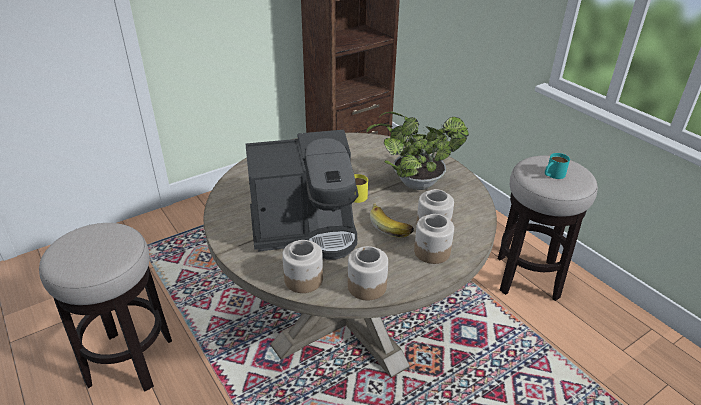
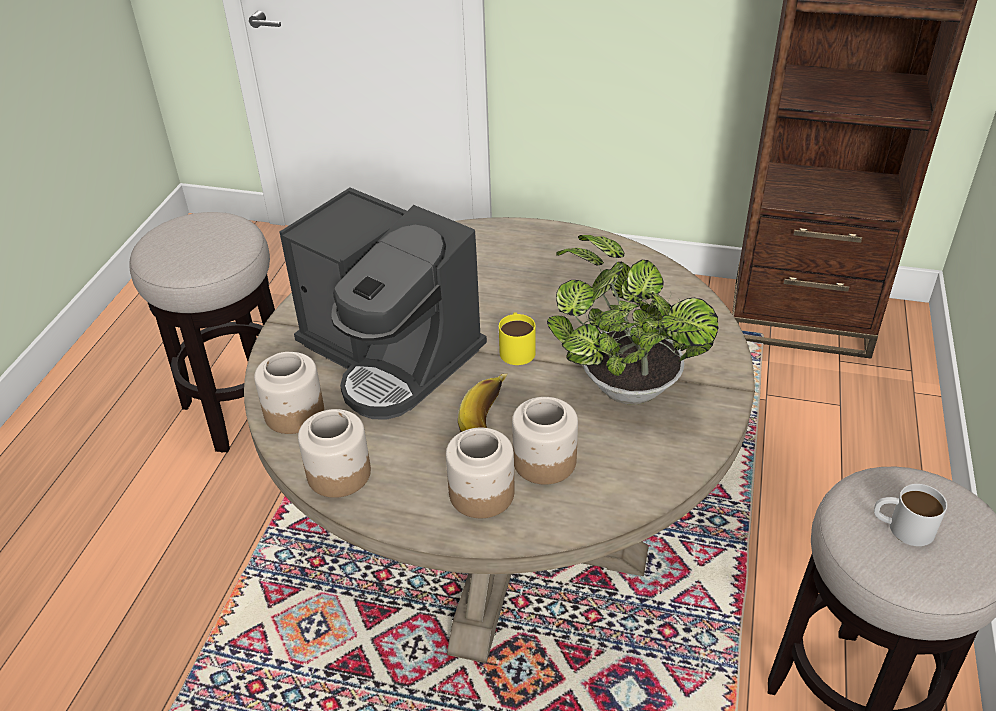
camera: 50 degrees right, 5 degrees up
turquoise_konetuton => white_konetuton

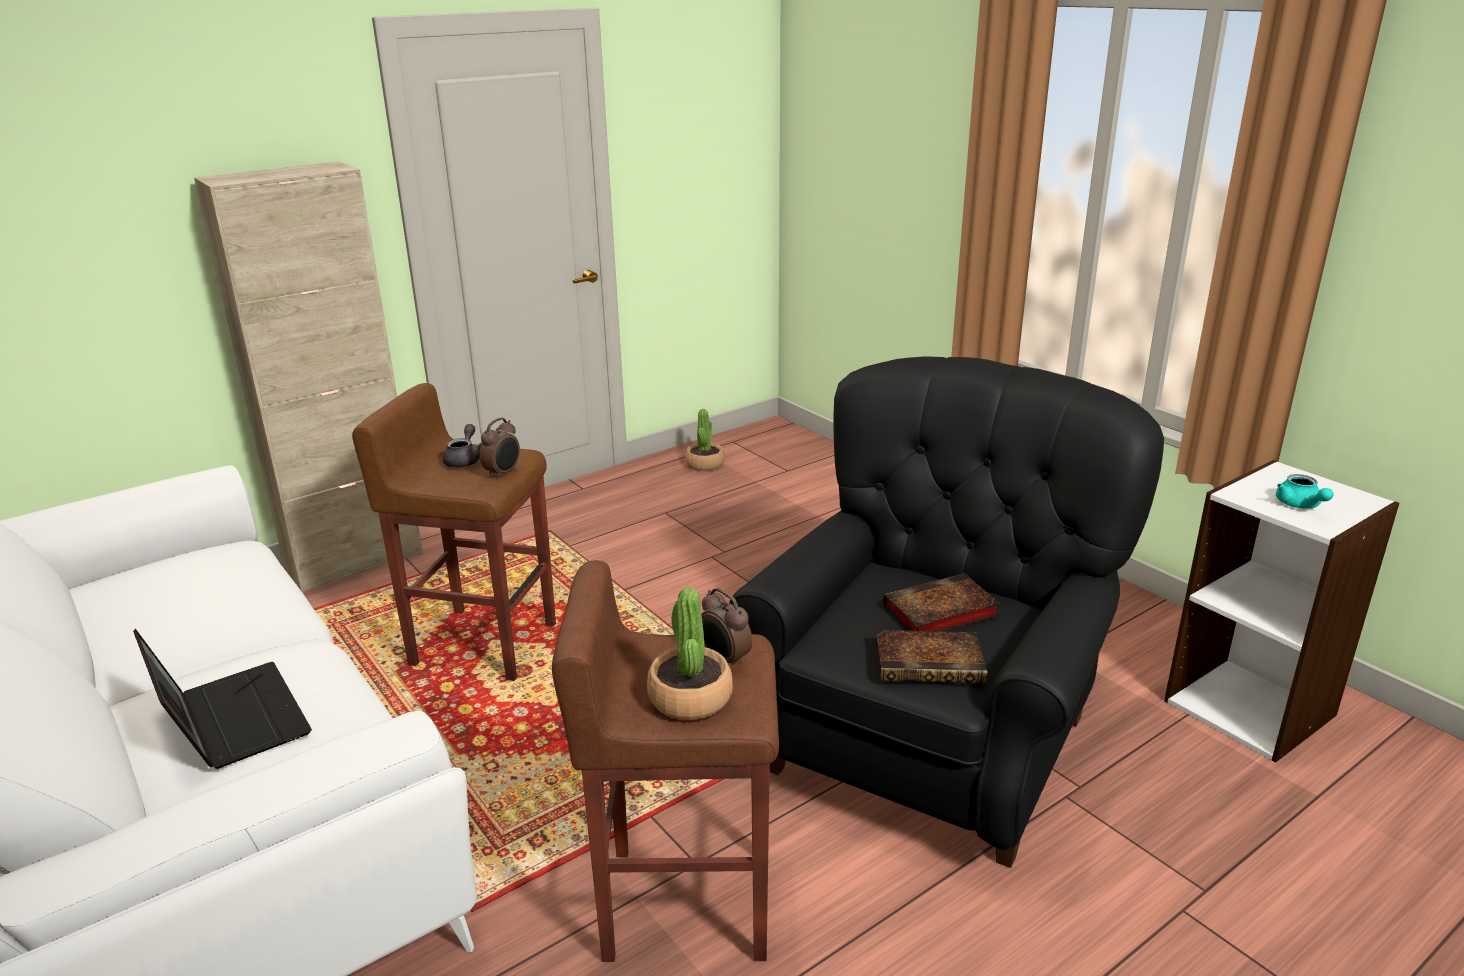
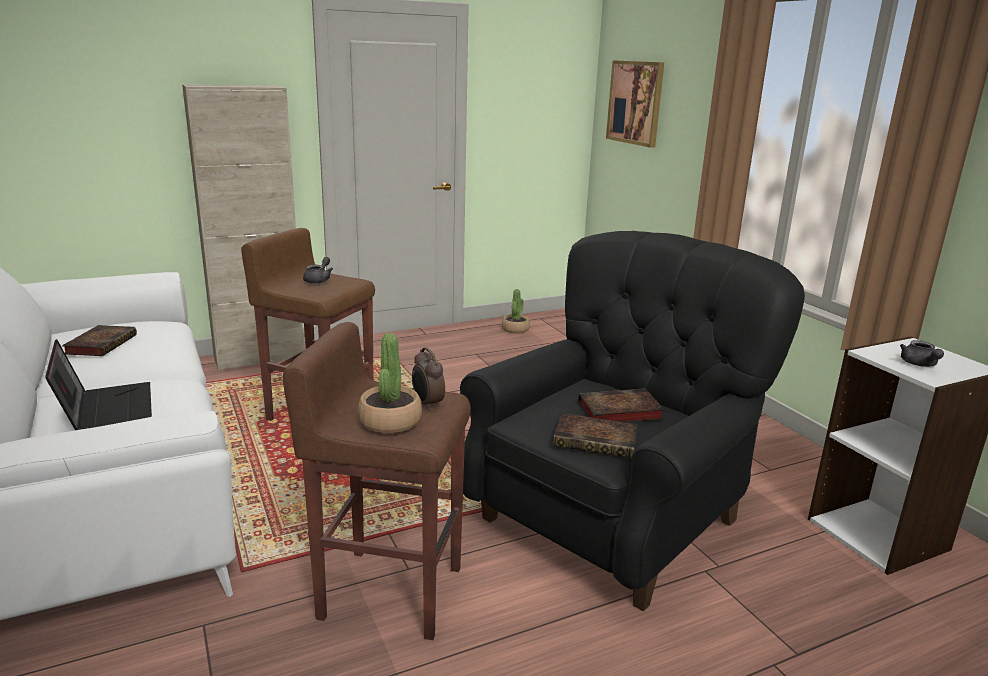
camera: 10 degrees right, 5 degrees down
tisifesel (no. 1 from left) => nothing
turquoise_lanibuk => grey_lanibuk (no. 2 from left)
nothing => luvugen (no. 1 from left)
nothing => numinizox

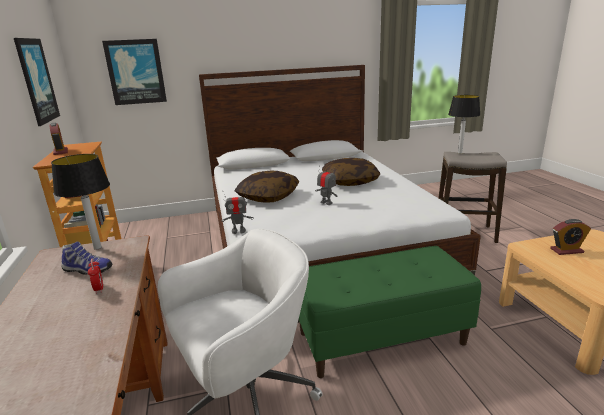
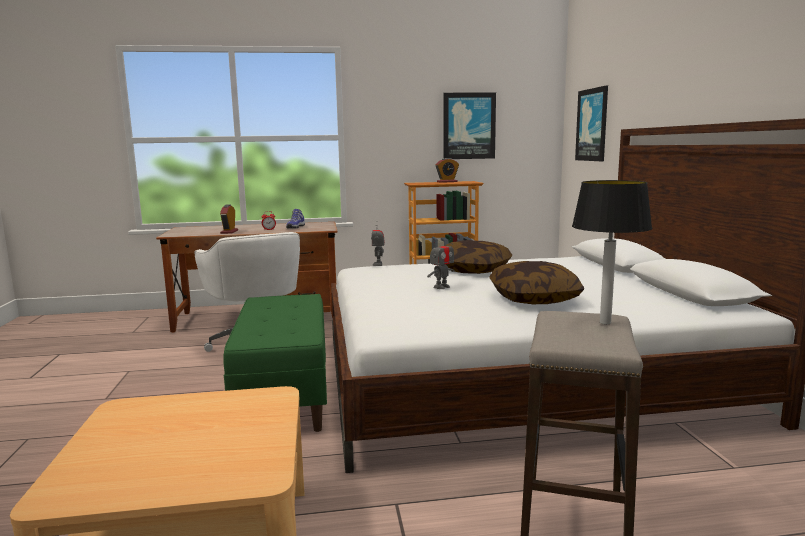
camera: 95 degrees right, 10 degrees down
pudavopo (no. 1 from left) => nothing
tisifesel (no. 3 from left in the first image) => tisifesel (no. 1 from left), relocated

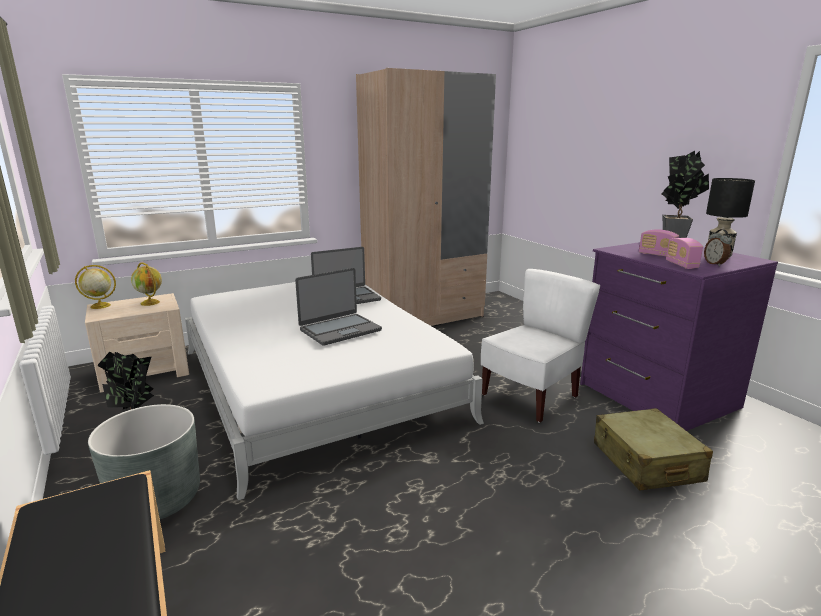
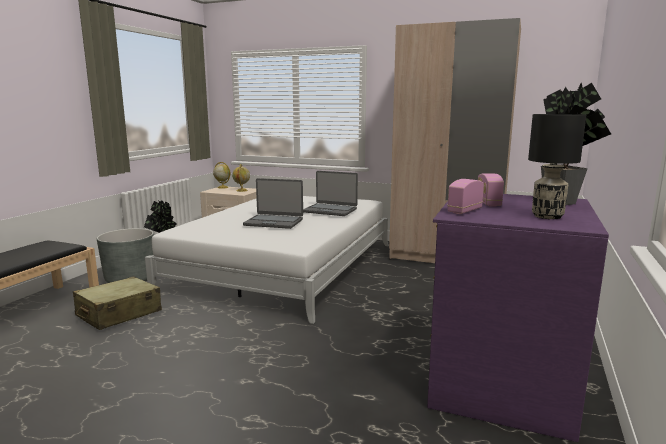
camera: 50 degrees right, 5 degrees down
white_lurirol => nothing
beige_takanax, relocated
tisifesel => nothing

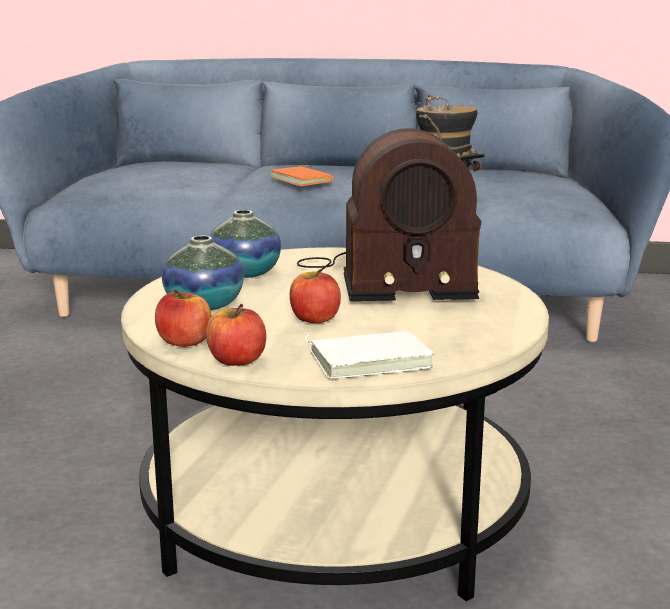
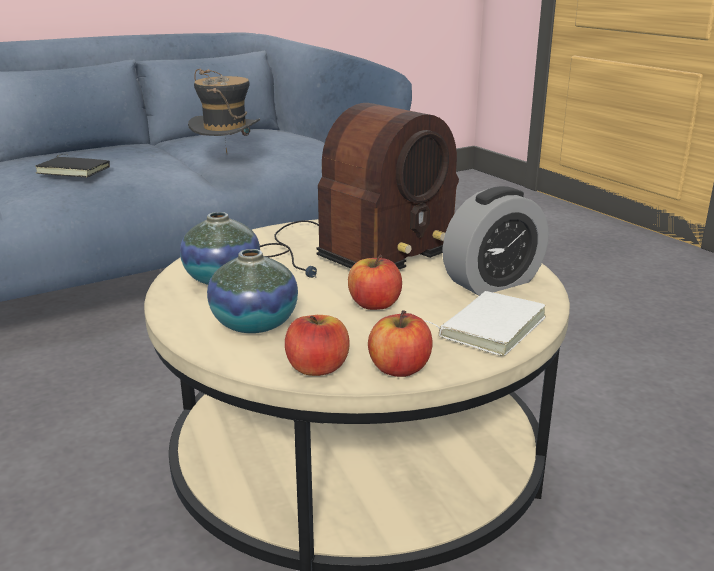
camera: 40 degrees left, 5 degrees up
orange_luvugen => black_luvugen
nothing => tisifesel

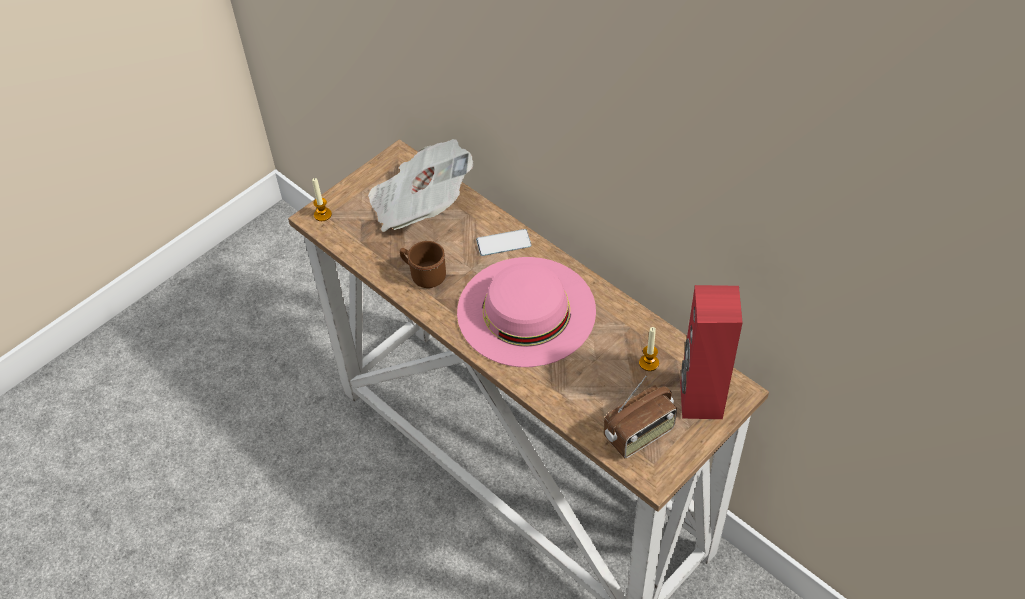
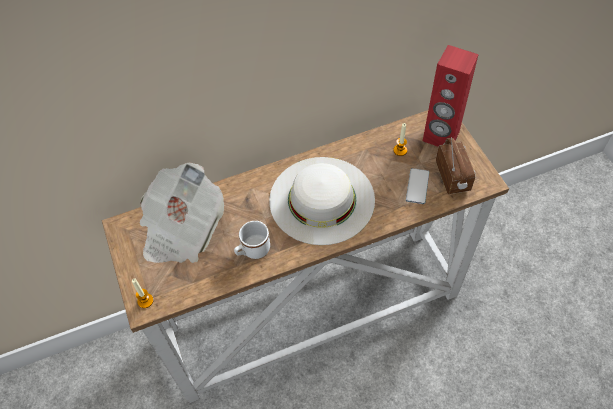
camera: 65 degrees left, 5 degrees up
brown_konetuton => white_konetuton
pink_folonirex => white_folonirex
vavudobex, relocated

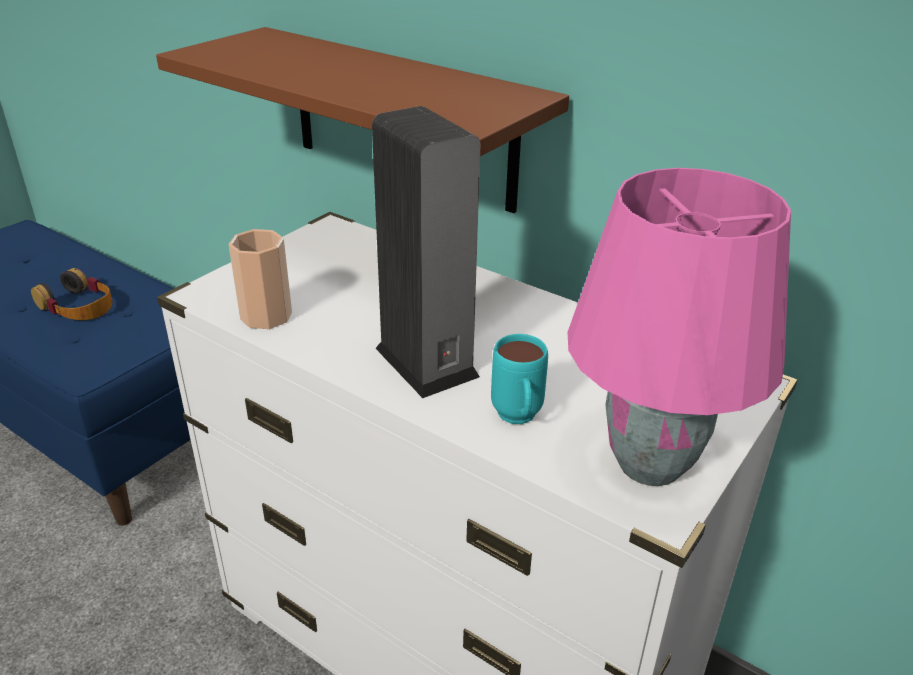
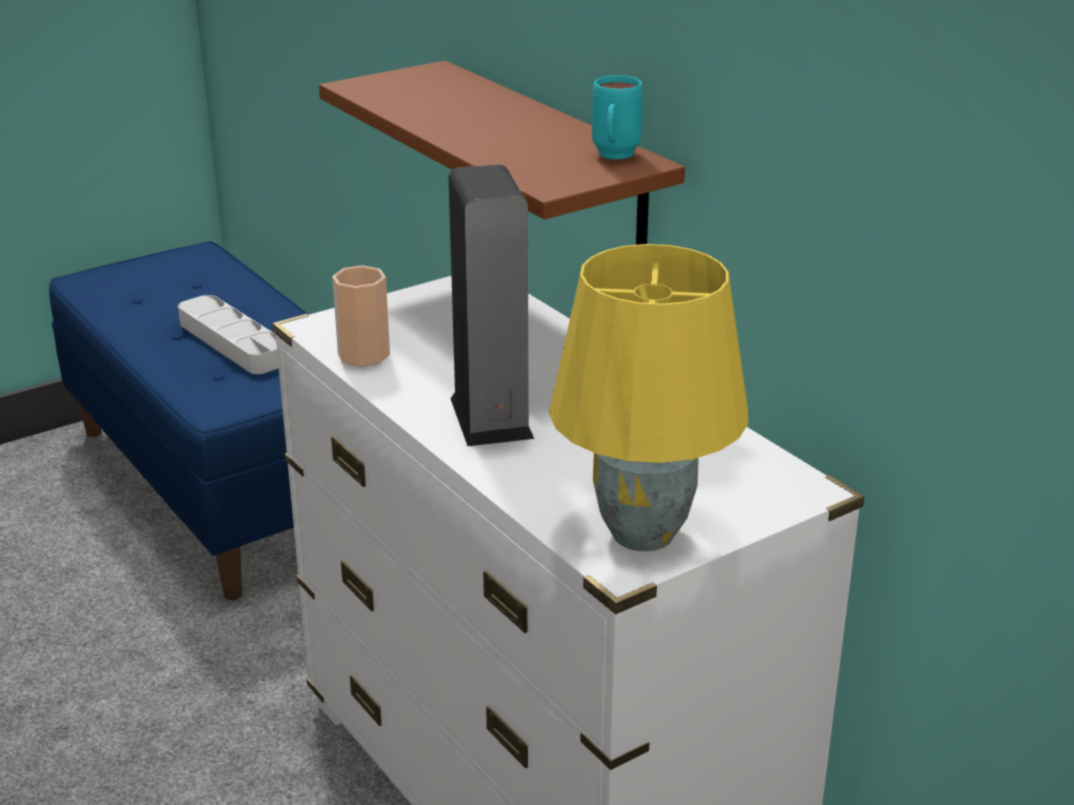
camera: 20 degrees right, 5 degrees down
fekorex => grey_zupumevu
turquoise_konetuton, relocated
pink_pudavopo => yellow_pudavopo

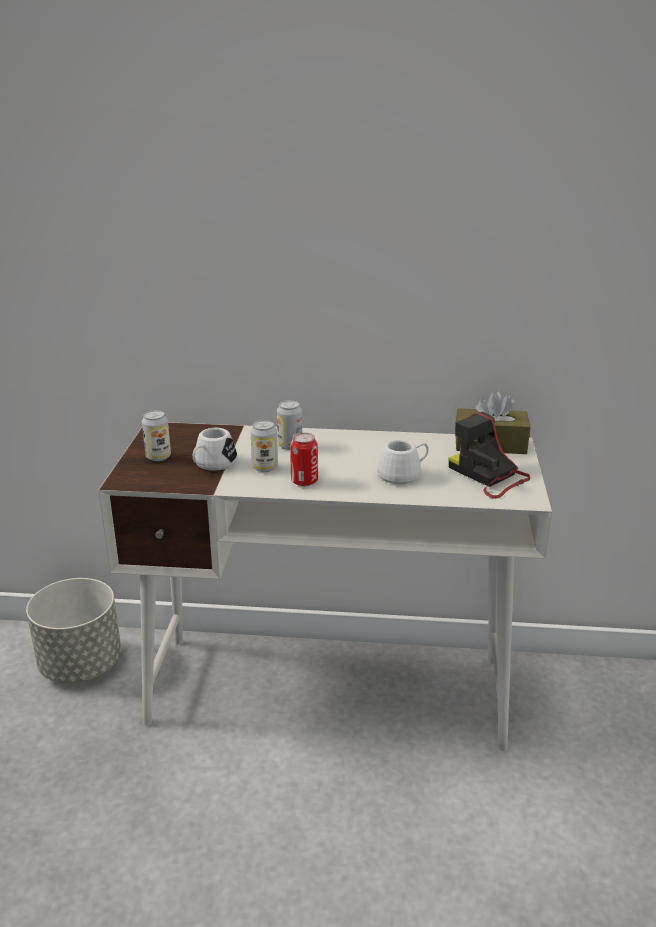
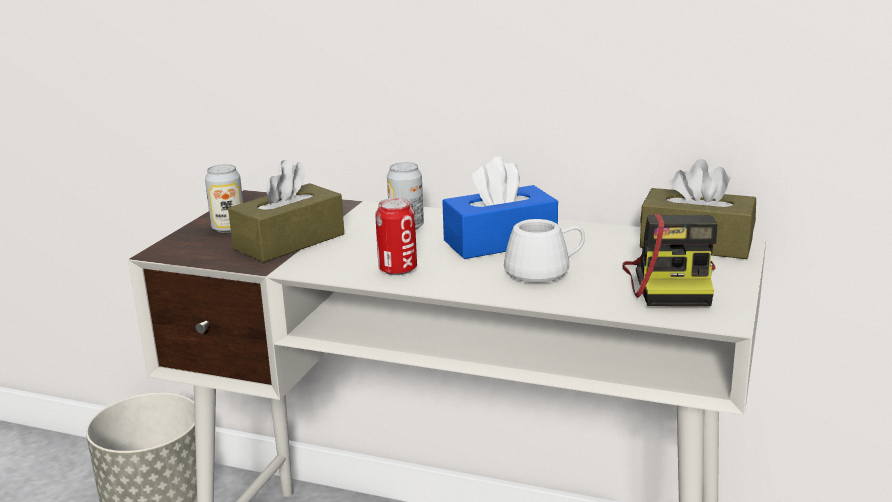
camera: 15 degrees right, 5 degrees down
white_konetuton (no. 1 from left) => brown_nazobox (no. 1 from left)
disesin (no. 2 from left) => nothing
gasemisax, 150 degrees counterclockwise
nothing => blue_nazobox

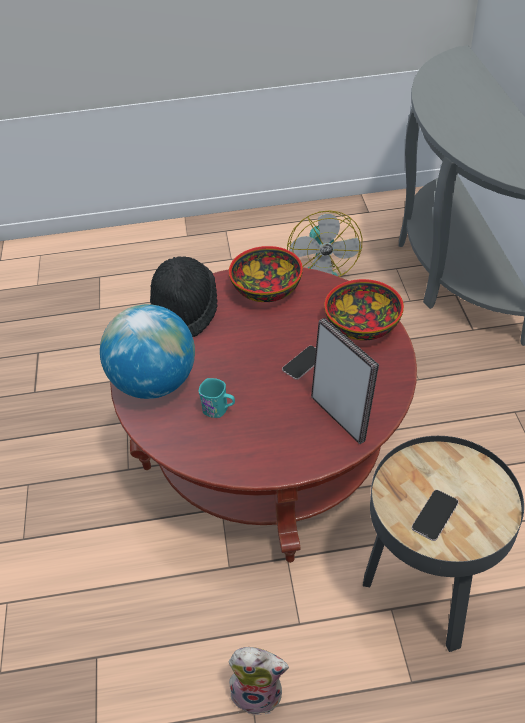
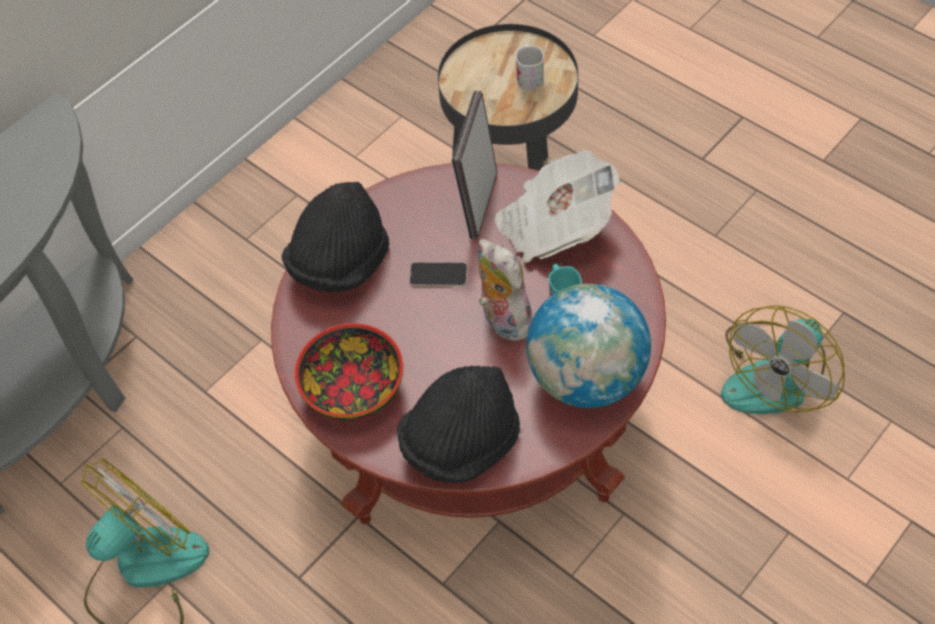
camera: 130 degrees left, 10 degrees up
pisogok, relocated
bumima (no. 2 from left) => black_folonirex (no. 1 from left)
vavudobex (no. 2 from left) => white_konetuton
nothing => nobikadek
nothing => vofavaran (no. 2 from left)

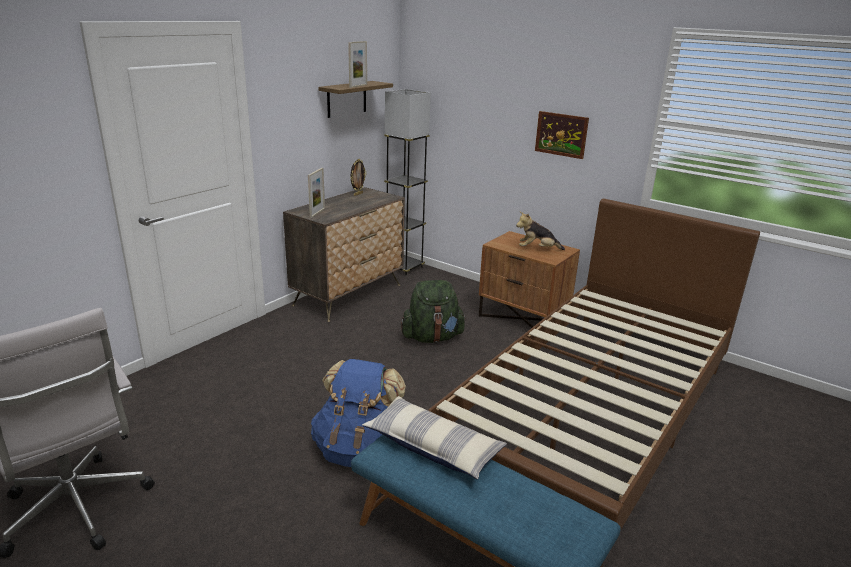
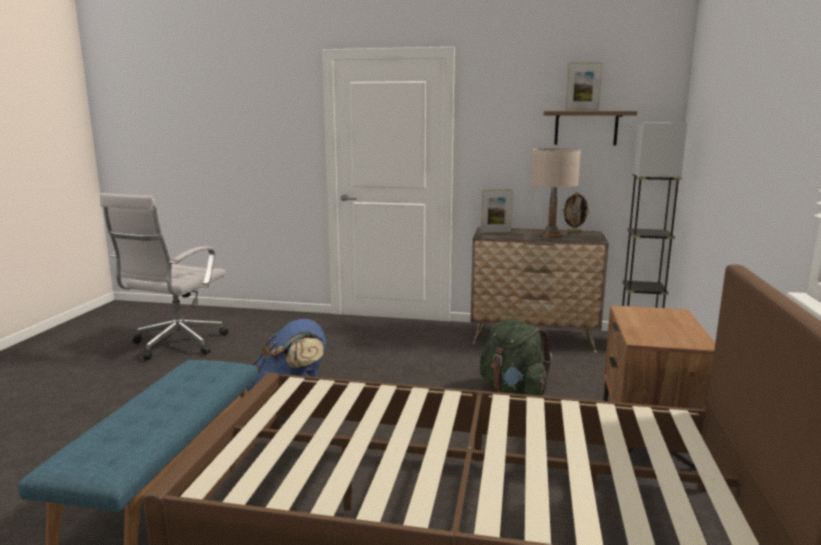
camera: 65 degrees right, 10 degrees down
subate => nothing
pisogok => nothing
numinizox => nothing
nothing => beige_pudavopo

